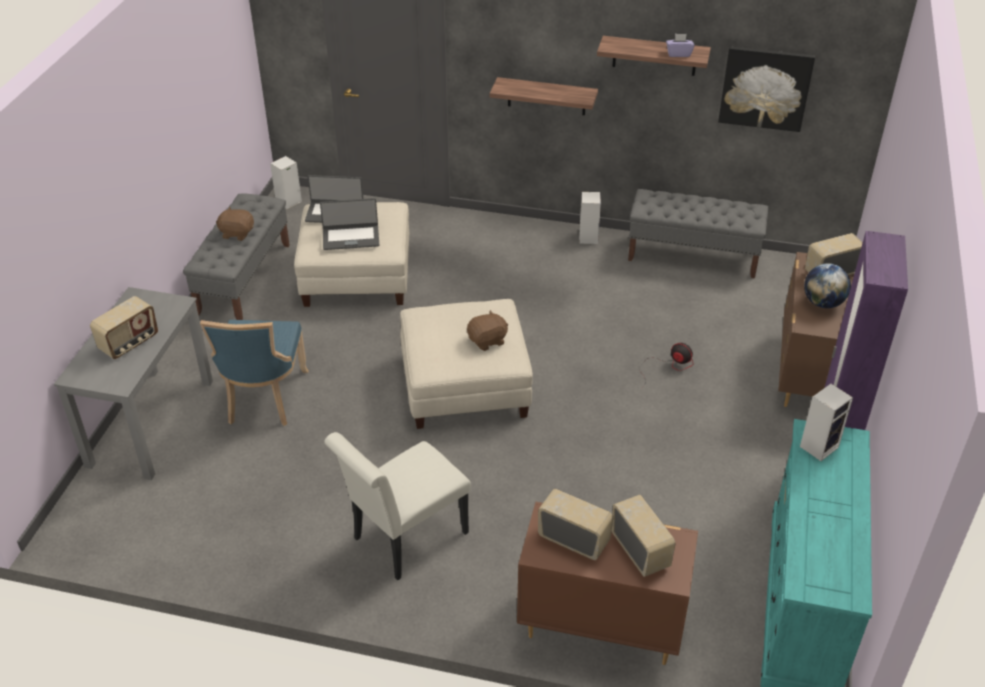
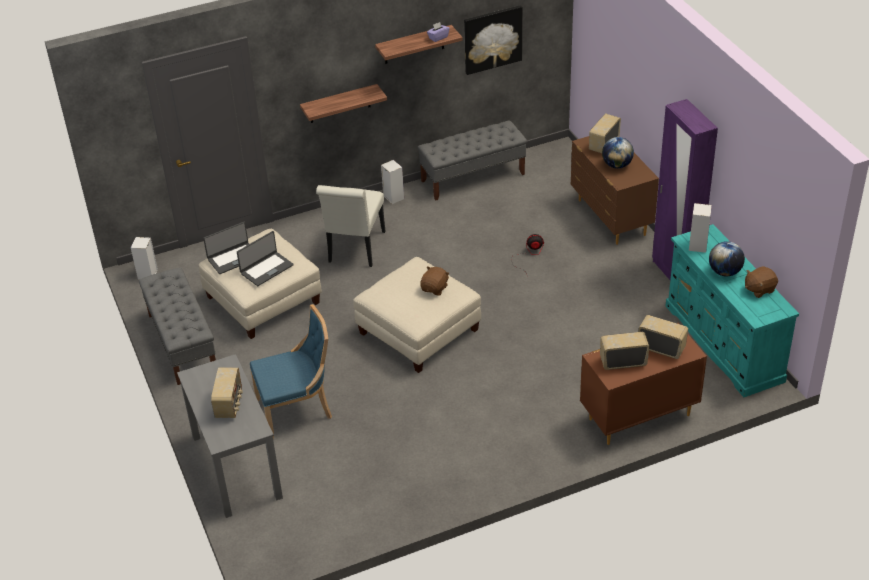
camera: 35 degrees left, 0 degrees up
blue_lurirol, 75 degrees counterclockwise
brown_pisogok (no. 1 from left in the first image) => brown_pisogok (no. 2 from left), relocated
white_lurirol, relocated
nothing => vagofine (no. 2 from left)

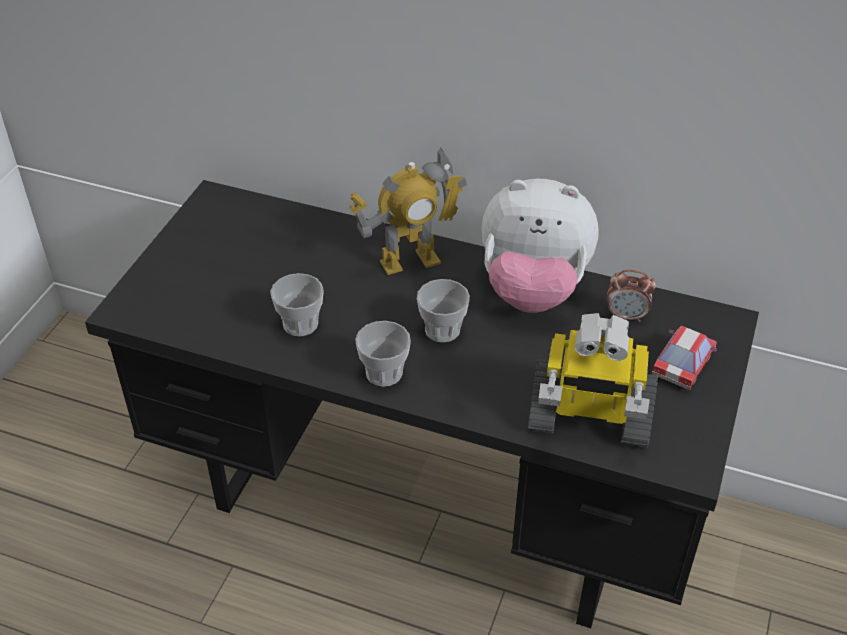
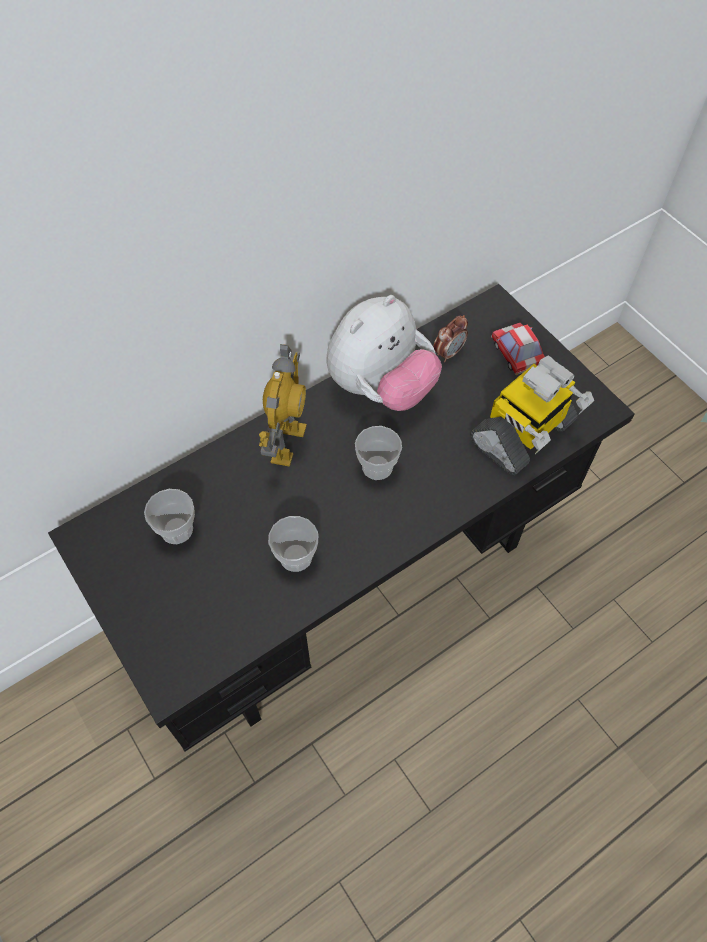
camera: 55 degrees left, 15 degrees up
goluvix (no. 2 from left in the first image) => goluvix (no. 1 from left), relocated

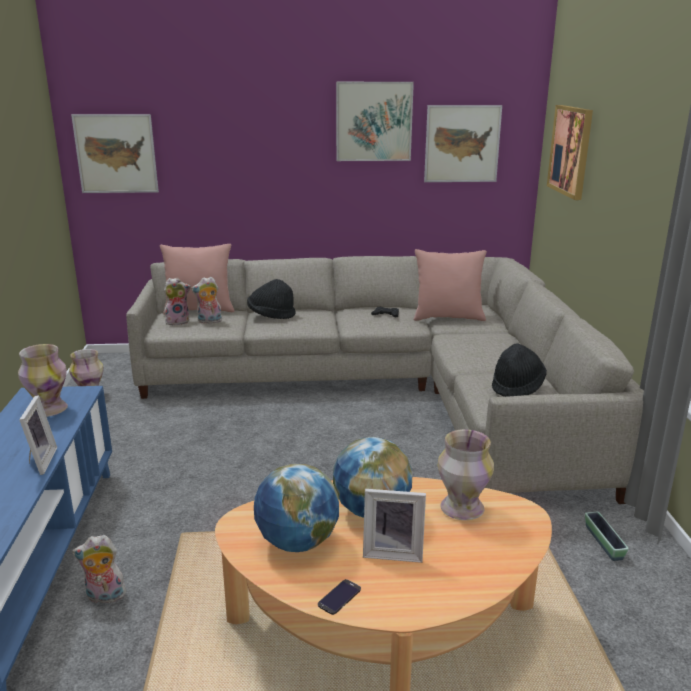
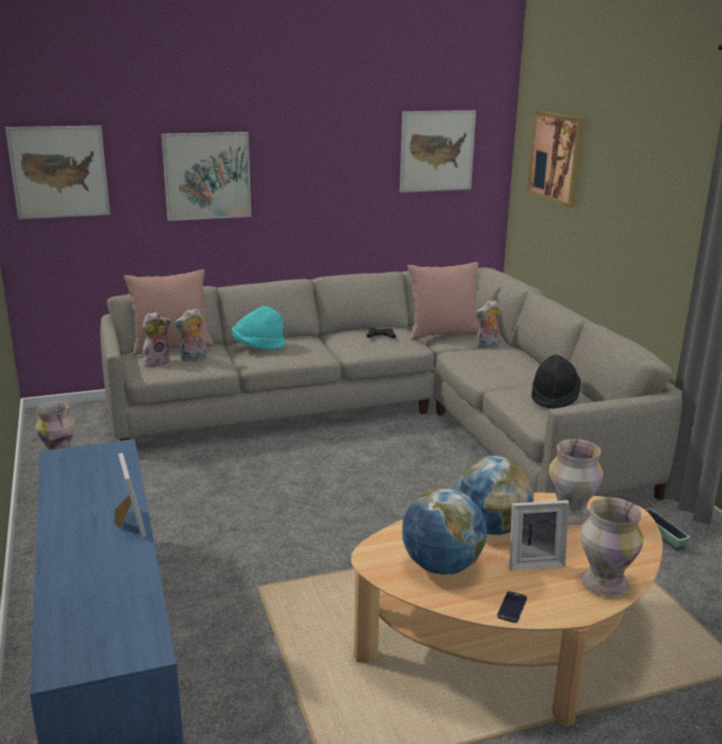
camera: 15 degrees left, 0 degrees up
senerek (no. 1 from left in the first image) => senerek (no. 3 from left), relocated
pisogok (no. 1 from left in the first image) => pisogok (no. 3 from left), relocated
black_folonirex (no. 1 from left) => turquoise_folonirex
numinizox (no. 2 from left), relocated

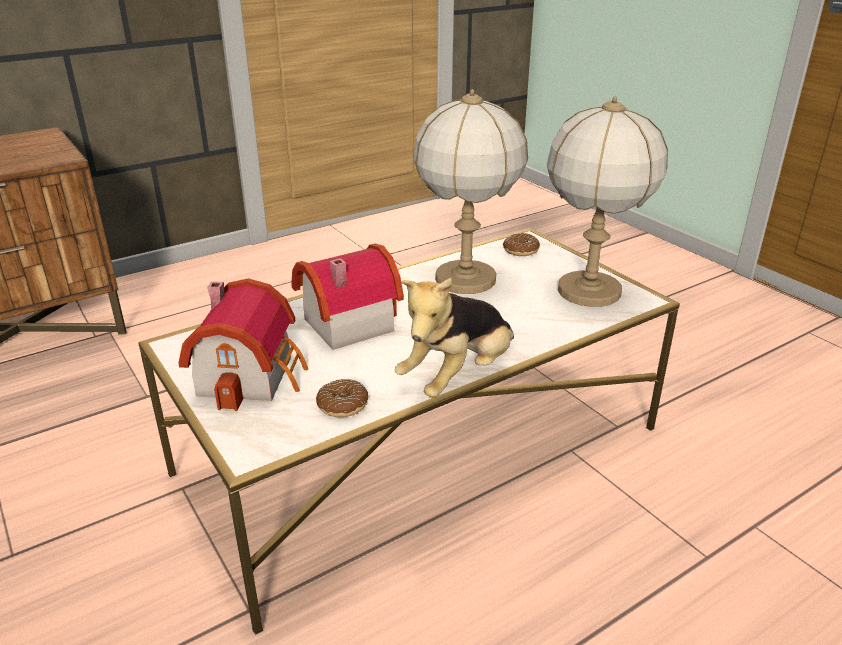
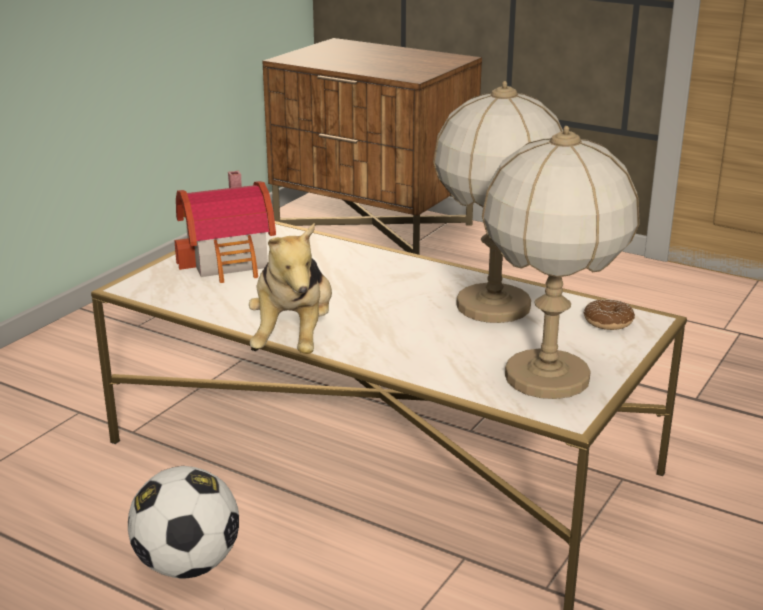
camera: 65 degrees right, 5 degrees down
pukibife (no. 2 from left) => nothing
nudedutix (no. 1 from left) => nothing
pisogok, 105 degrees counterclockwise
nothing => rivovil

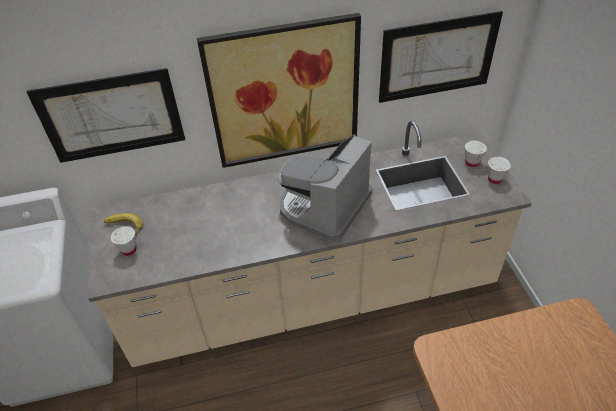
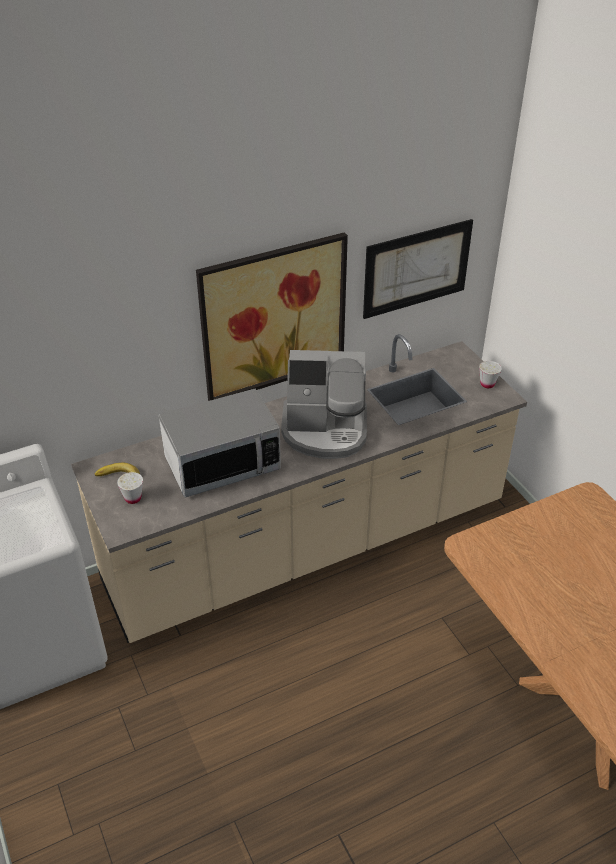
camera: 15 degrees left, 5 degrees down
numinizox (no. 1 from left) => nothing
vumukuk, 105 degrees counterclockwise
white_goluvix (no. 2 from left) => nothing
nothing => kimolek

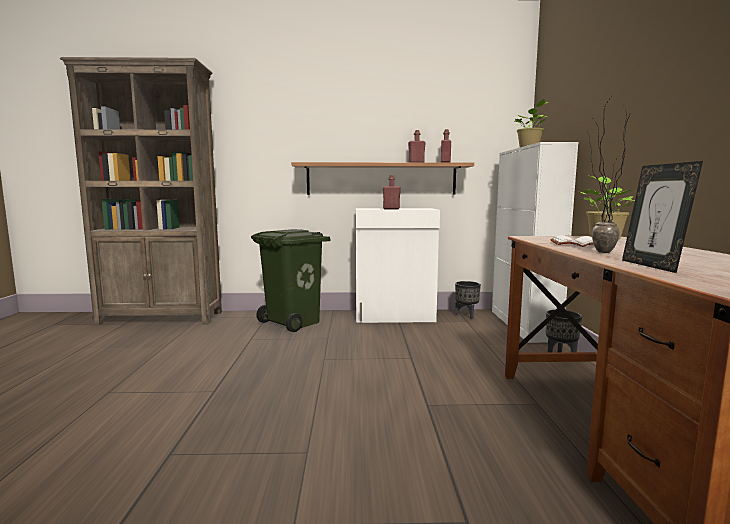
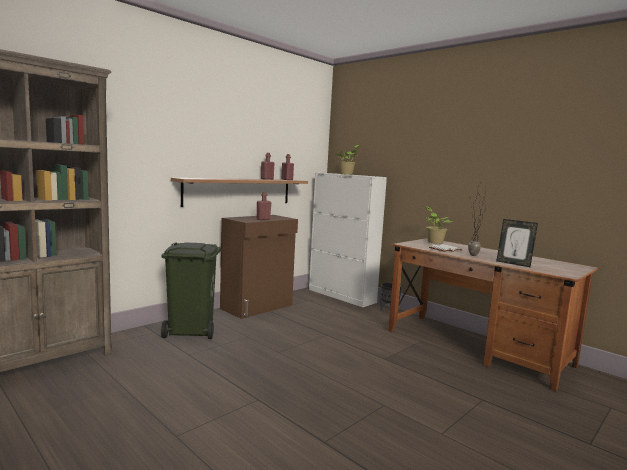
camera: 45 degrees left, 0 degrees up
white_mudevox (no. 1 from left) => brown_mudevox
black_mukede (no. 1 from left) => nothing

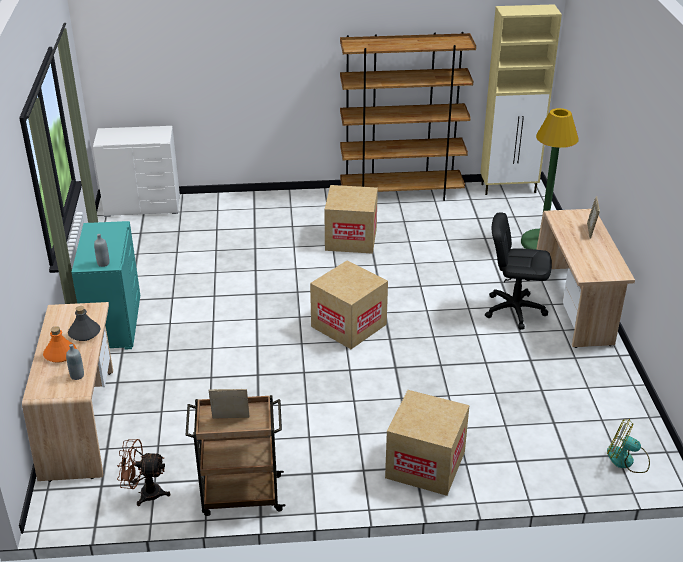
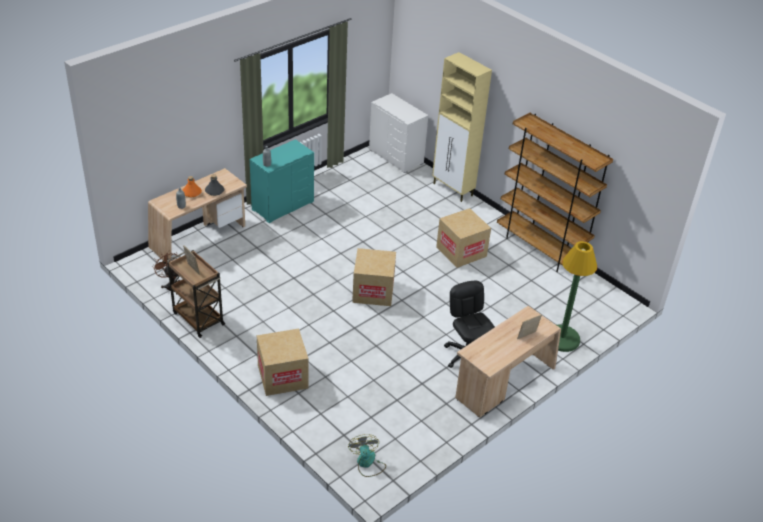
camera: 50 degrees right, 5 degrees up
beige_mudevox, relocated

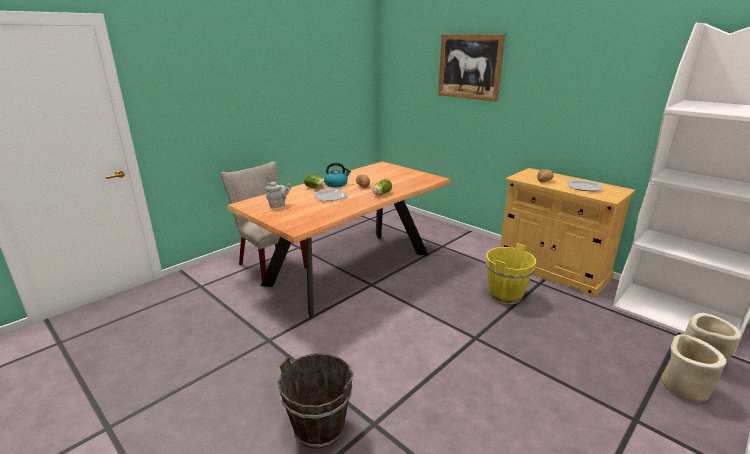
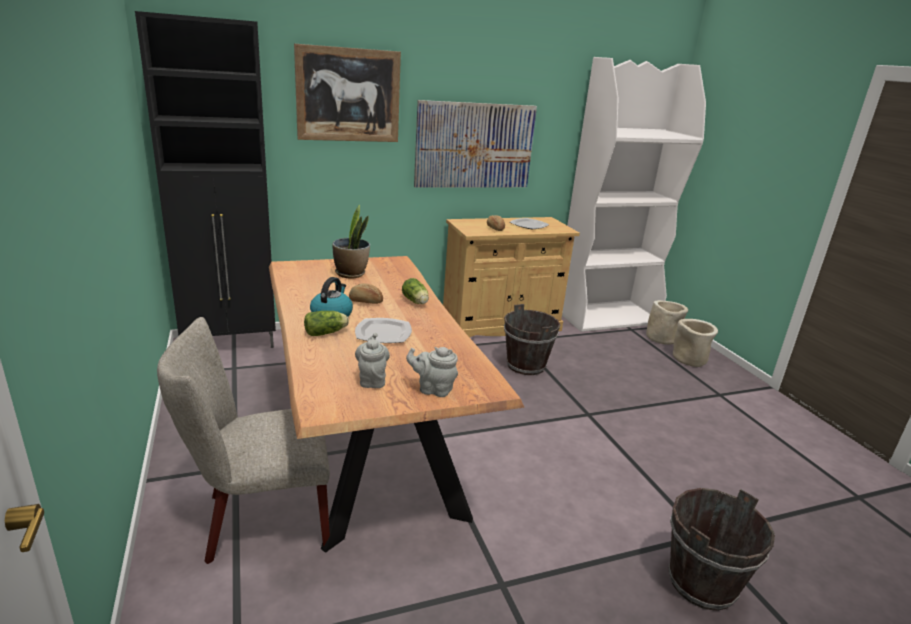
camera: 65 degrees left, 0 degrees up
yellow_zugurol => brown_zugurol (no. 1 from left)
nothing => black_mudevox
nothing => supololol
nothing => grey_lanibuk (no. 2 from left)
nothing => numinizox (no. 2 from left)

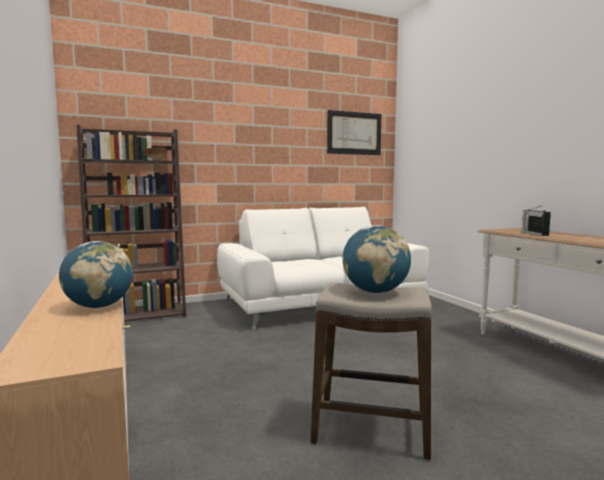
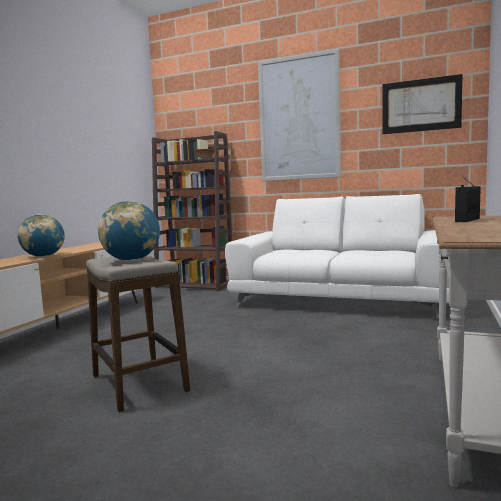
camera: 45 degrees right, 0 degrees up
nothing => numinizox (no. 1 from left)

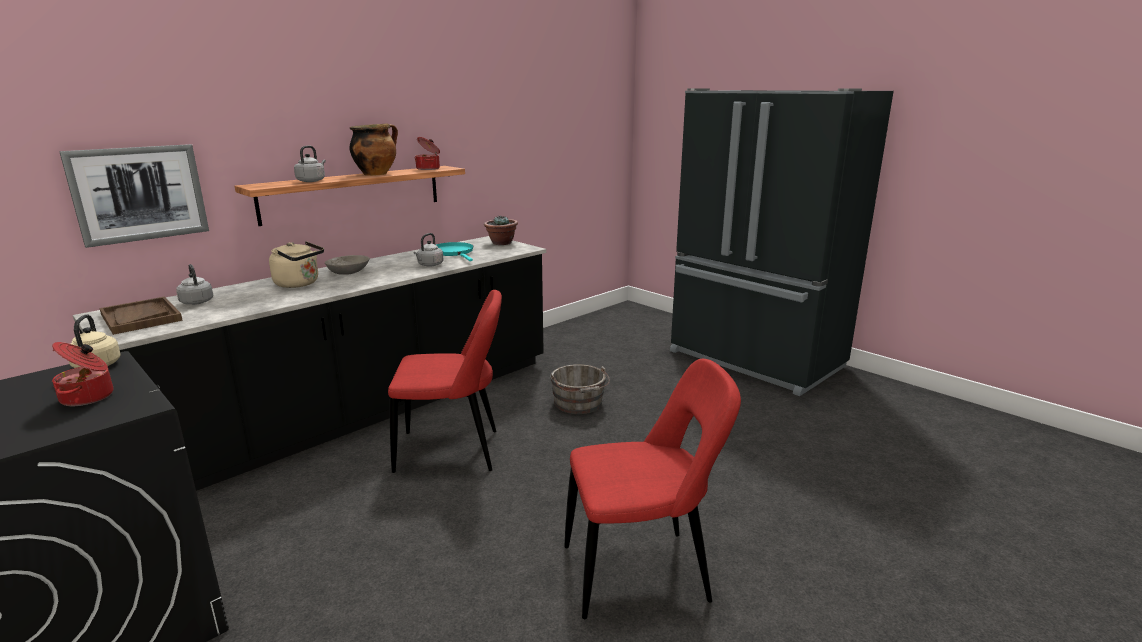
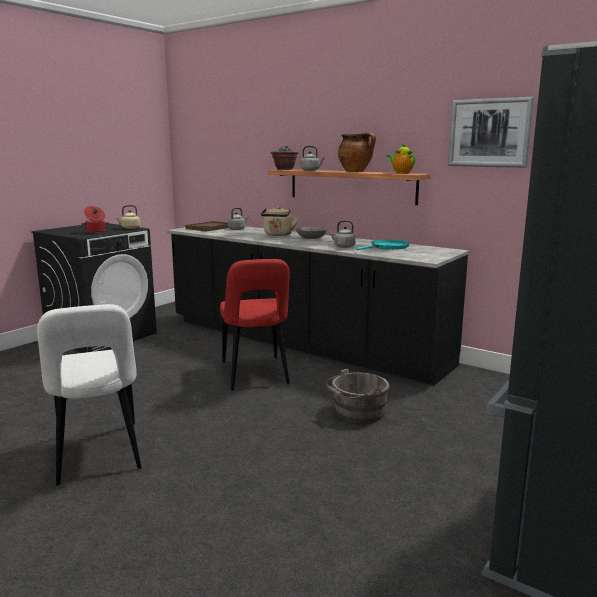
camera: 80 degrees right, 5 degrees down
numinizox, relocated
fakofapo (no. 3 from left) => lanibuk
supololol, relocated
red_lurirol (no. 2 from left) => white_lurirol

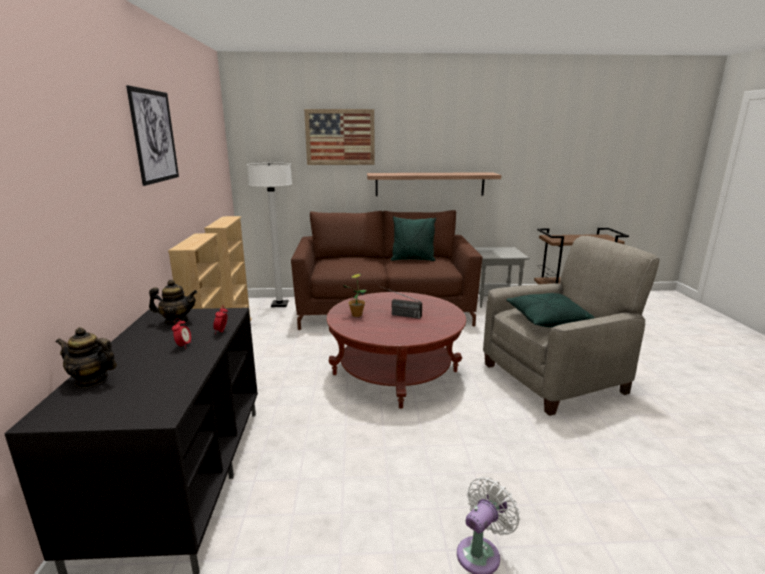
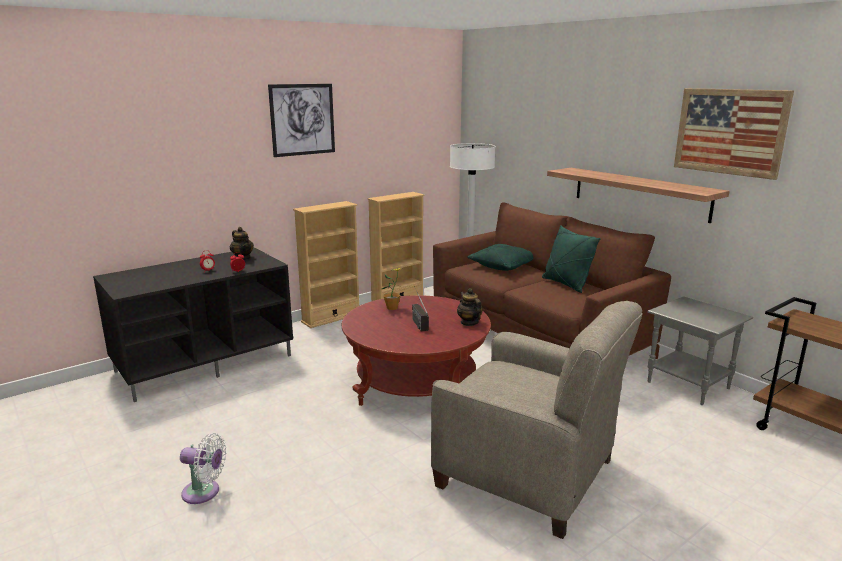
camera: 55 degrees right, 0 degrees up
lanibuk (no. 1 from left in the first image) => lanibuk (no. 2 from left), relocated
numinizox (no. 2 from left), relocated
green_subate (no. 2 from left in the first image) => green_subate (no. 1 from left), relocated

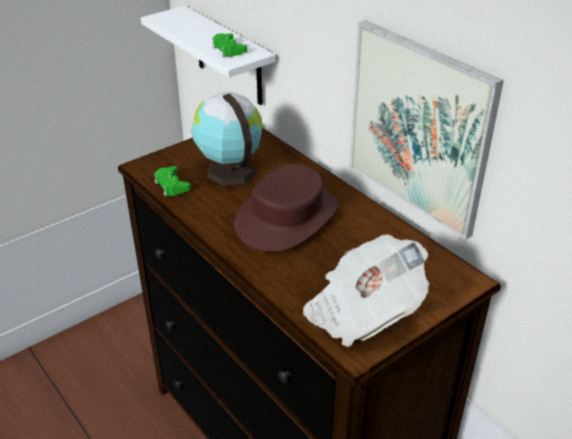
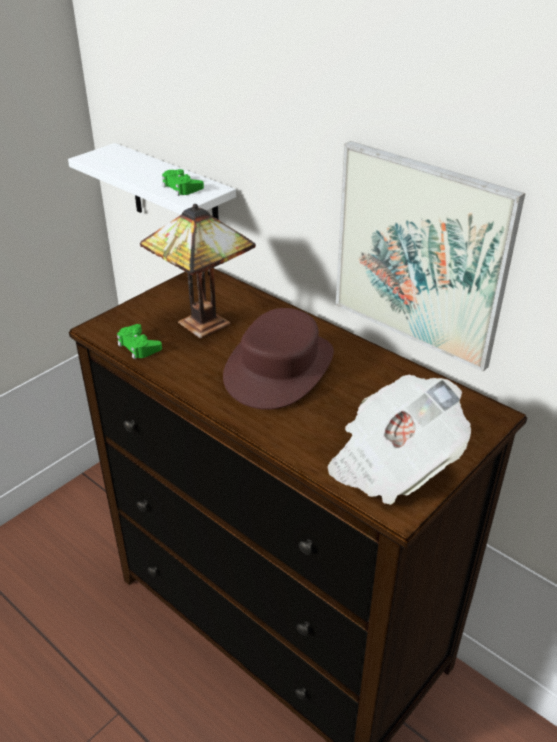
camera: 10 degrees left, 0 degrees up
vagofine => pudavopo

